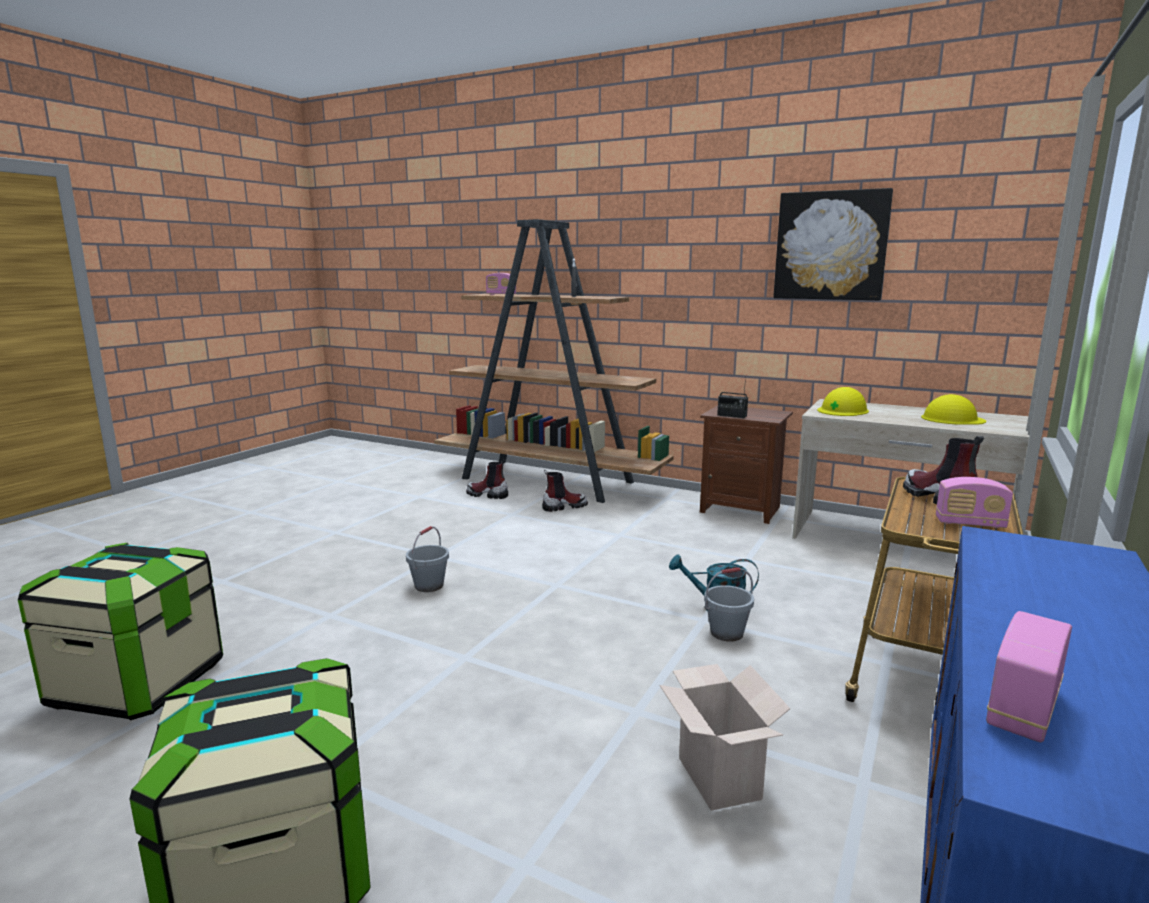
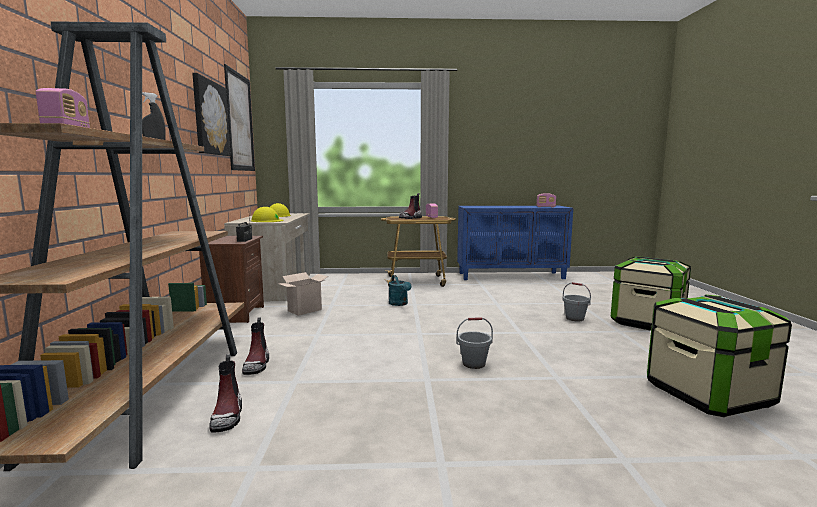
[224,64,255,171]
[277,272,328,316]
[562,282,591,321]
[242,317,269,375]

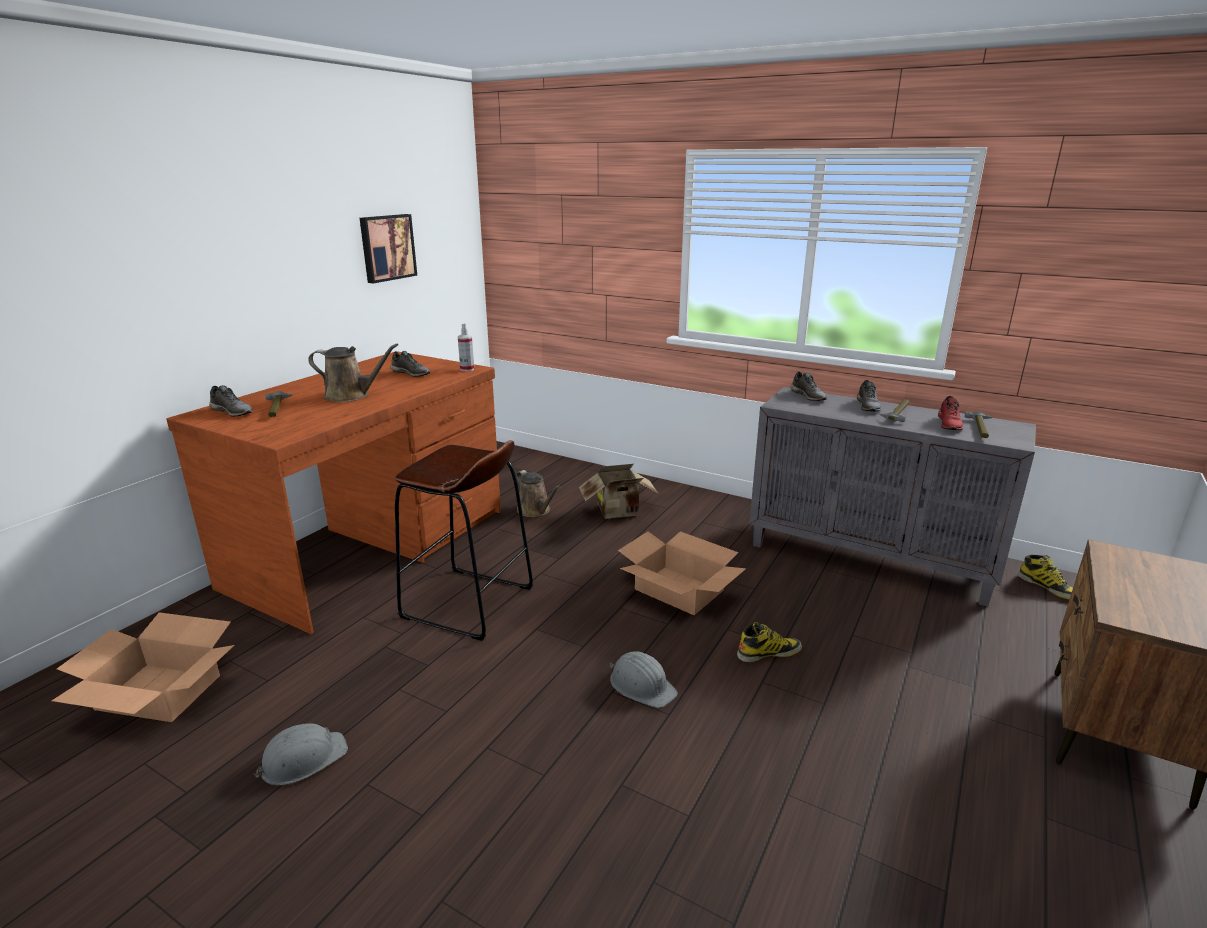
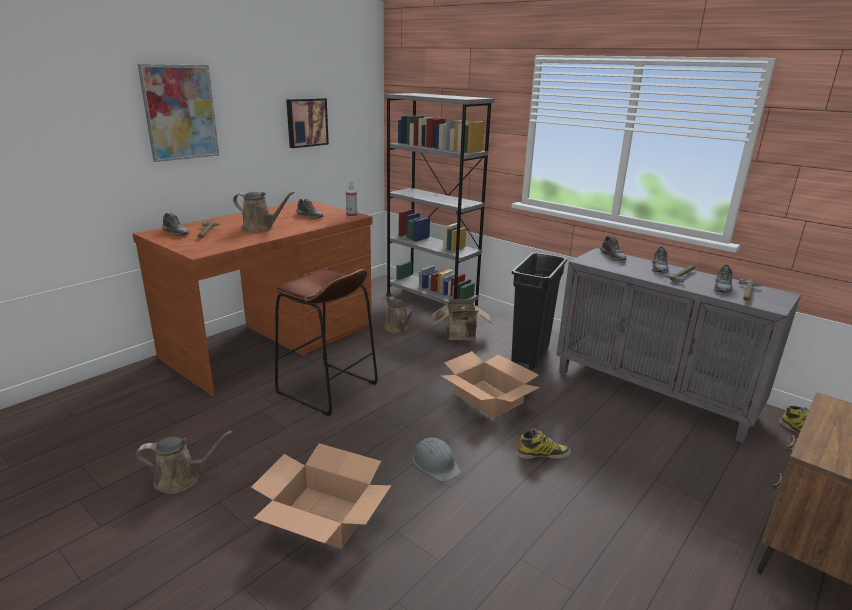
[138,64,219,162]
[384,93,495,309]
[511,252,567,369]
[251,443,392,549]
[136,431,233,494]
[714,265,733,293]

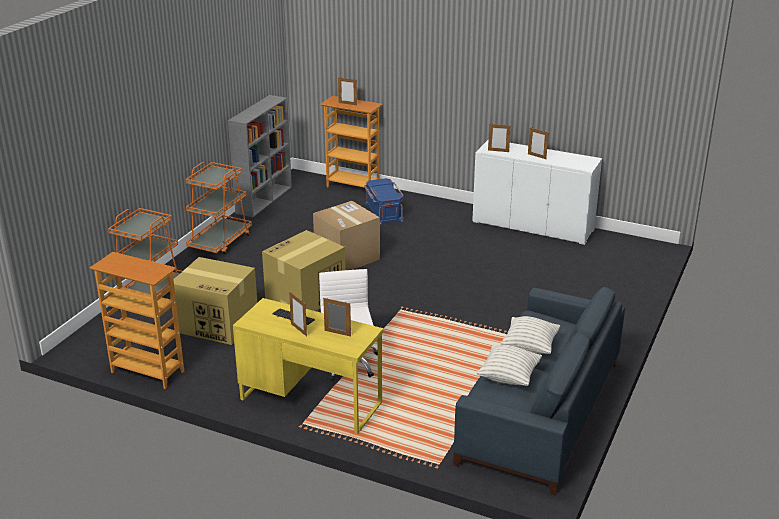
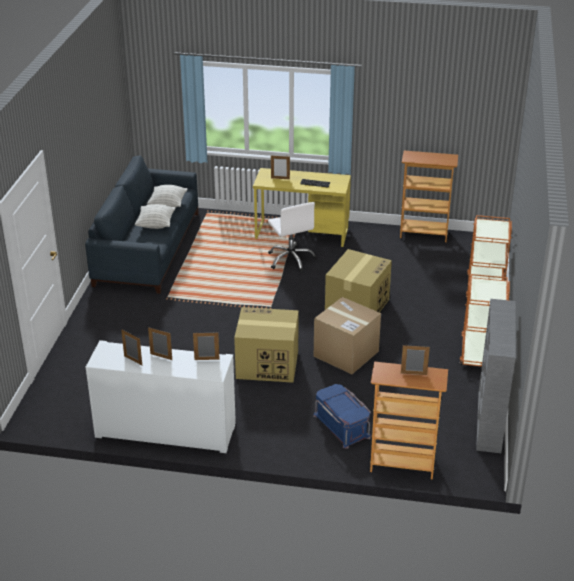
[234,307,299,383]
[121,329,142,365]

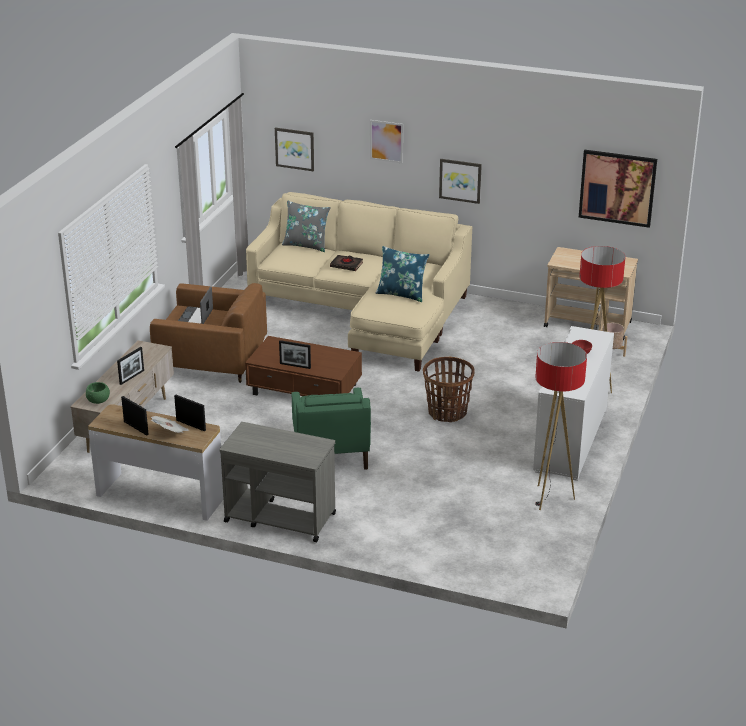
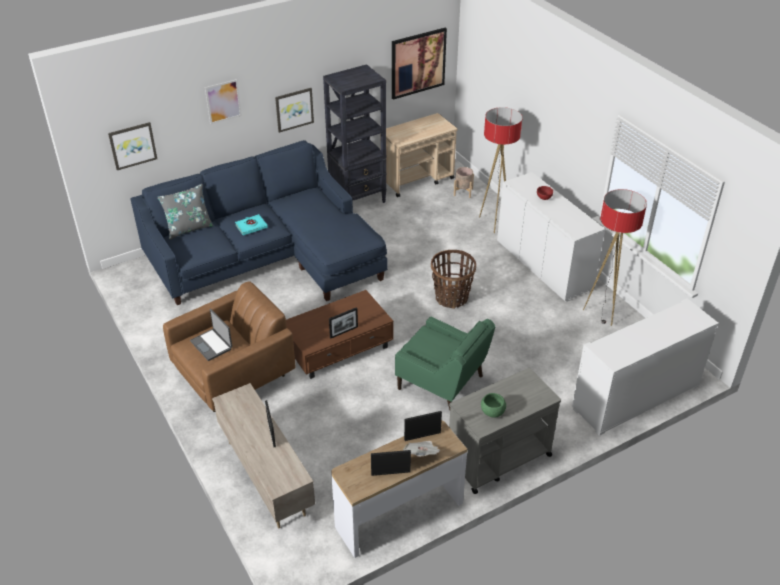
[376,246,429,302] (first image)
[323,64,387,203]
[572,299,719,436]
[481,393,506,418]
[130,140,388,305]
[235,214,268,235]

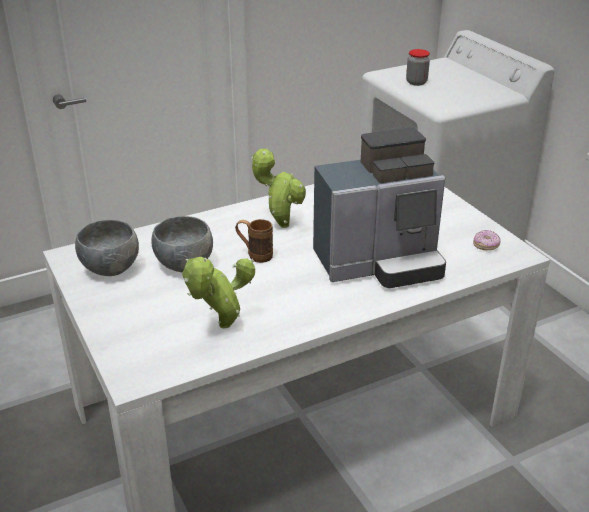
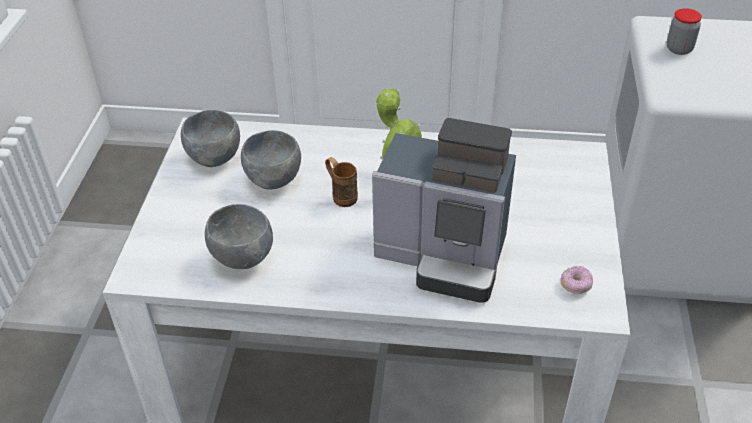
[205,204,273,269]

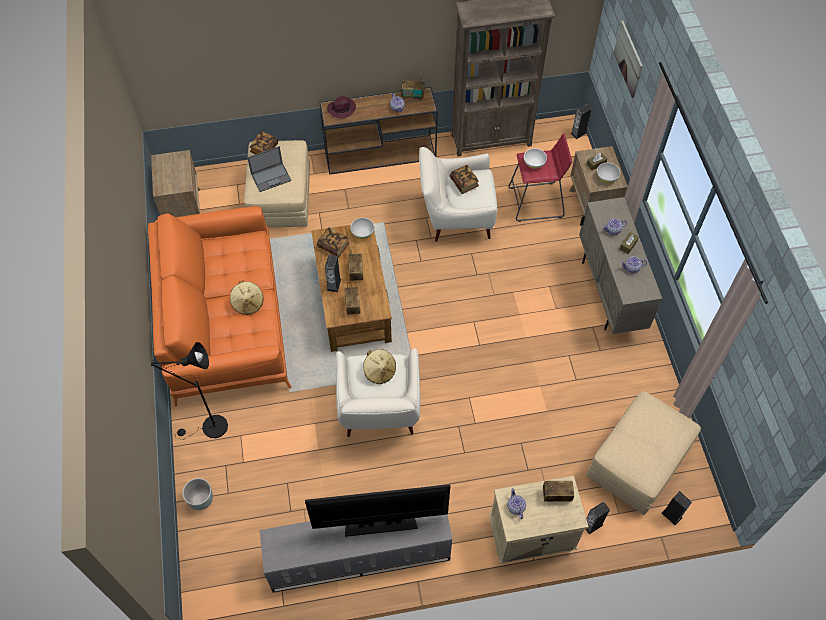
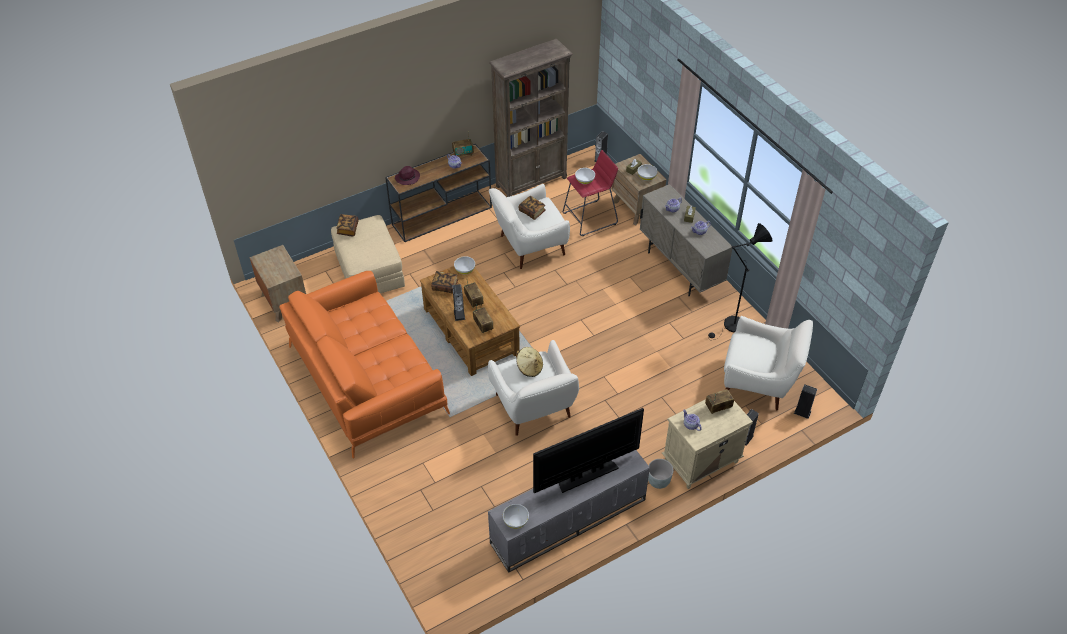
[230,280,264,315] (first image)
[247,146,292,192] (first image)
[614,21,643,98] (first image)
[503,504,529,529]
[708,223,772,338]
[648,459,674,489]
[724,316,813,410]

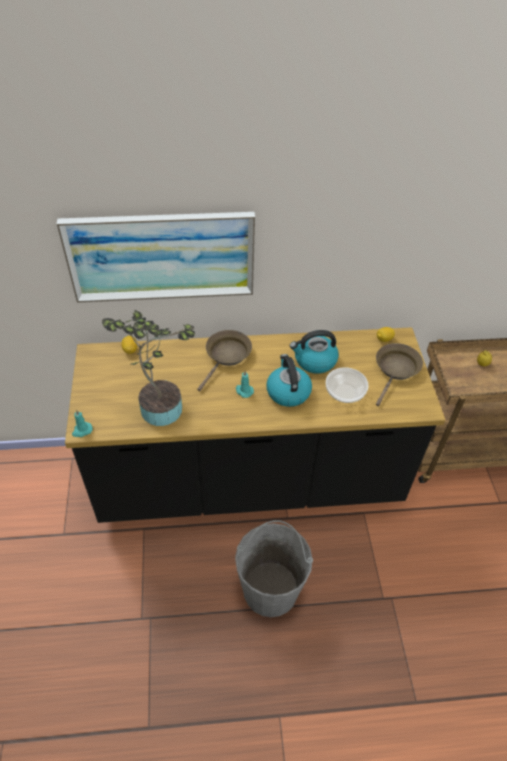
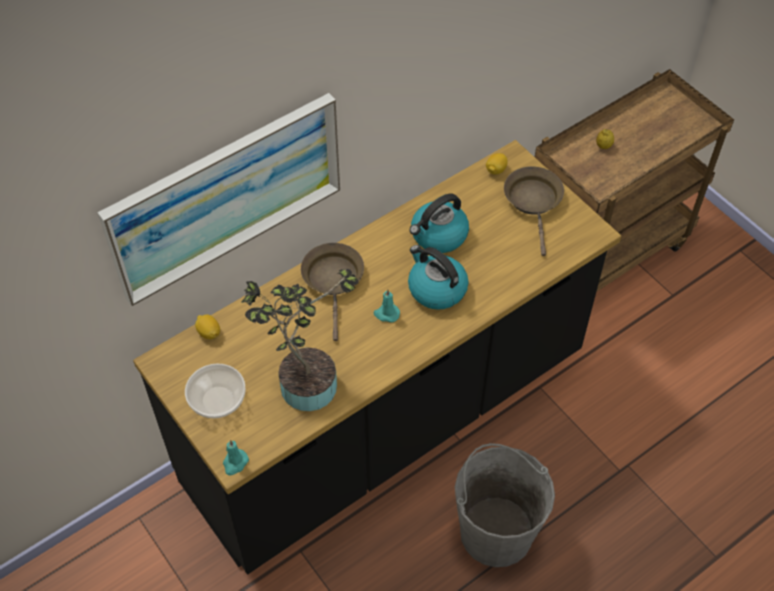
[185,364,246,418]

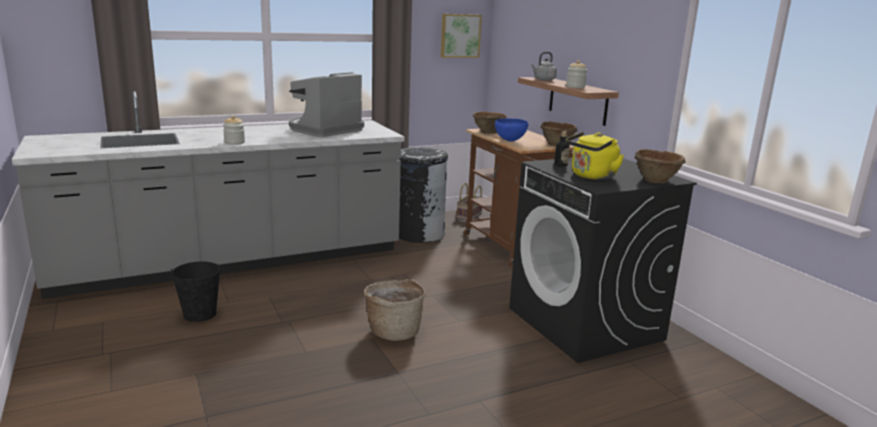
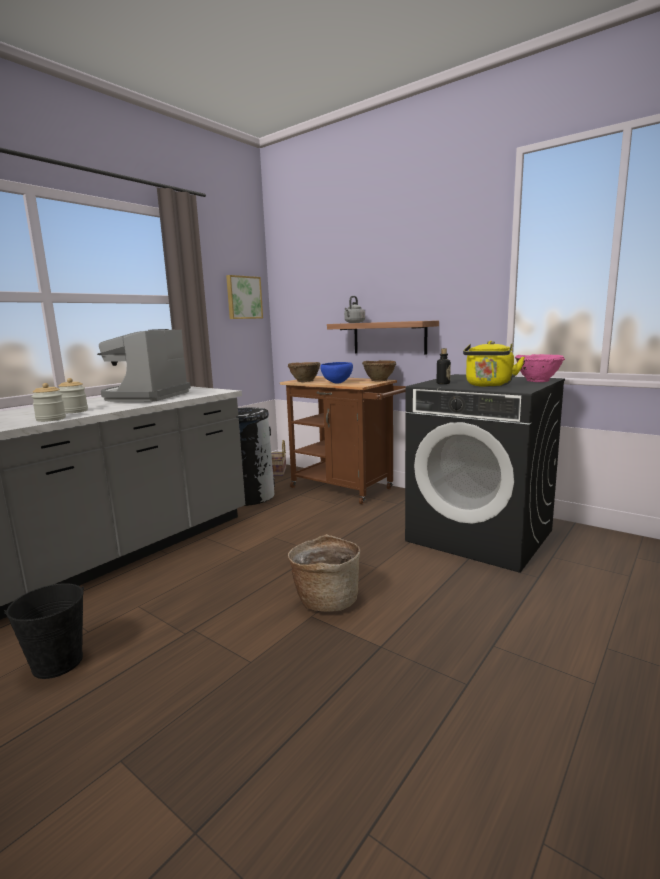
[58,378,88,413]
[515,354,565,382]

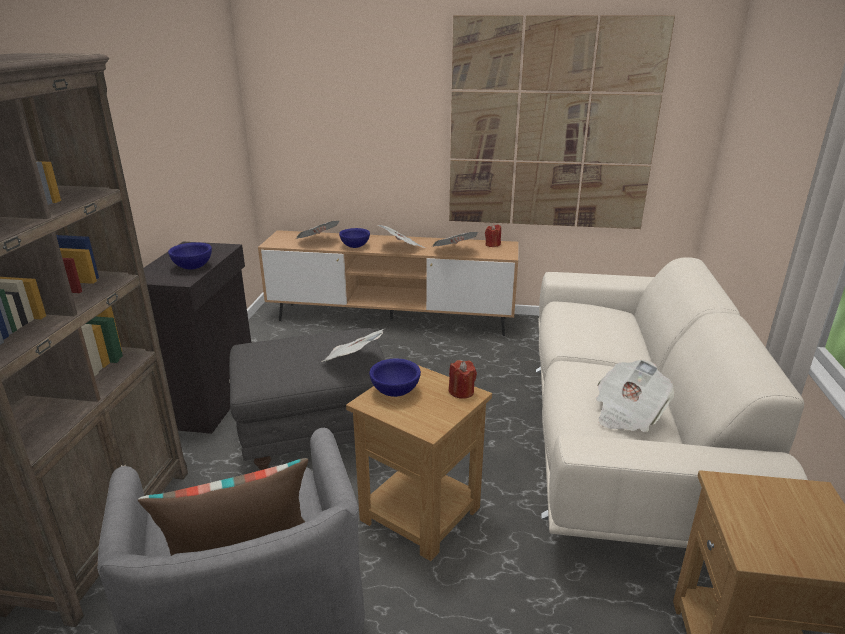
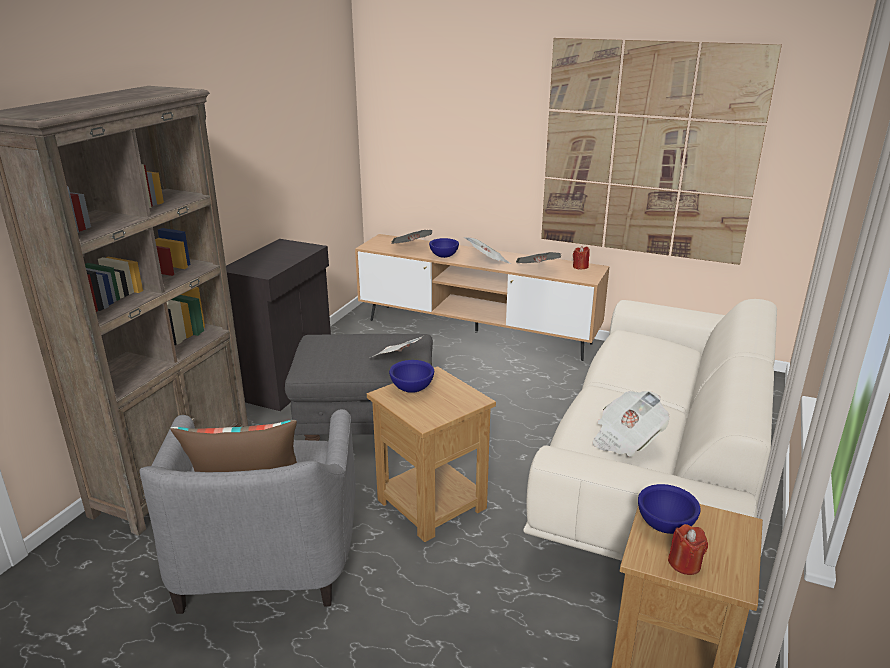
[638,484,701,534]
[668,524,708,575]

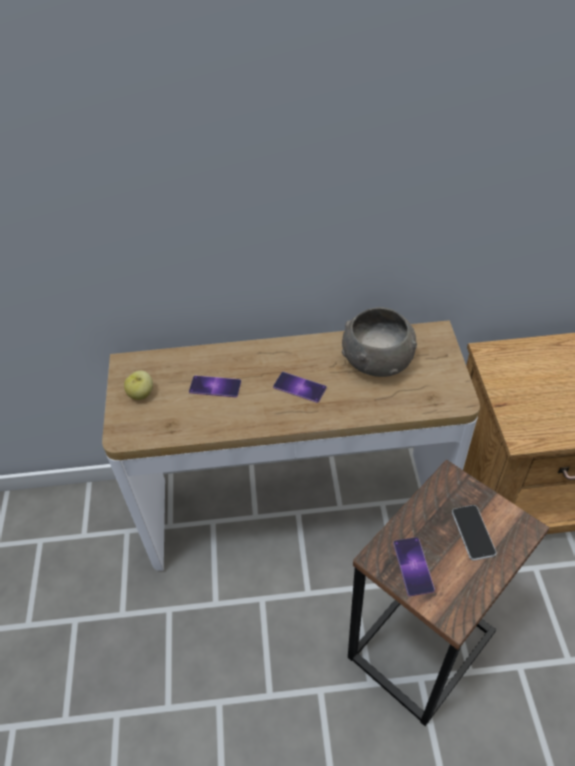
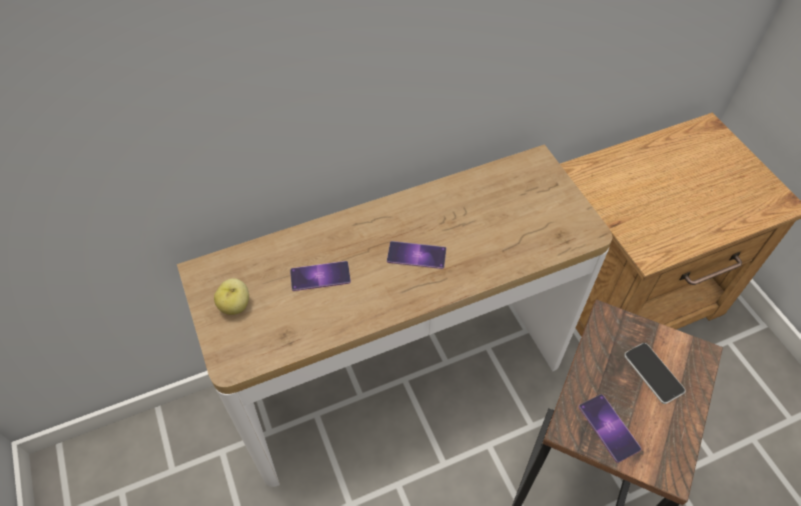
[342,307,417,377] (first image)

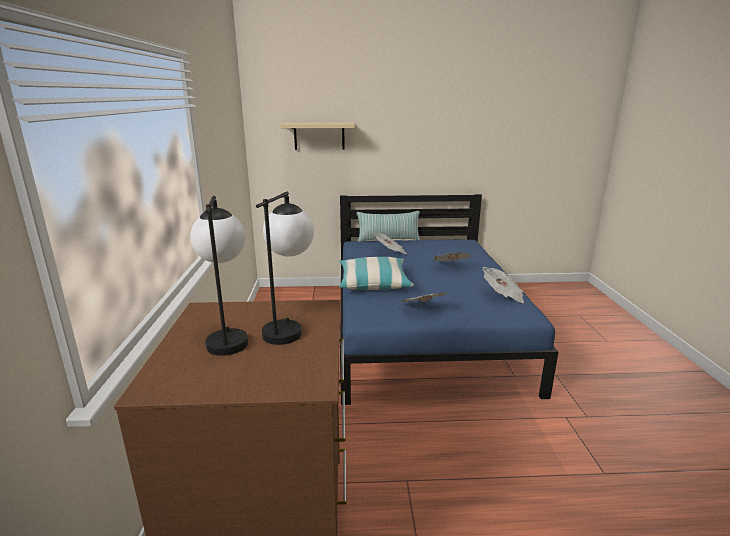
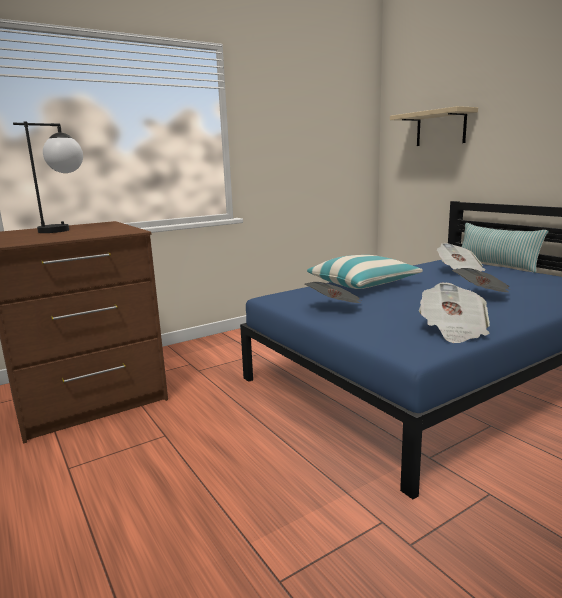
[256,192,314,345] (first image)

